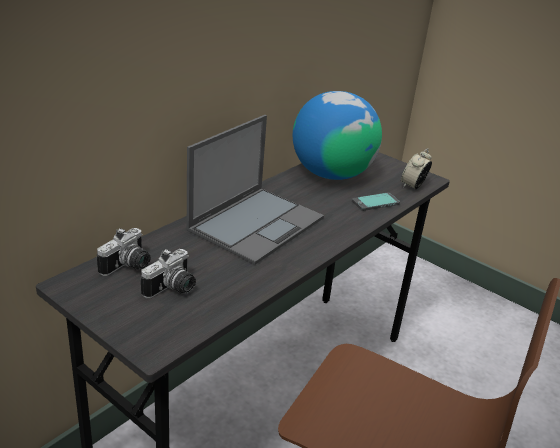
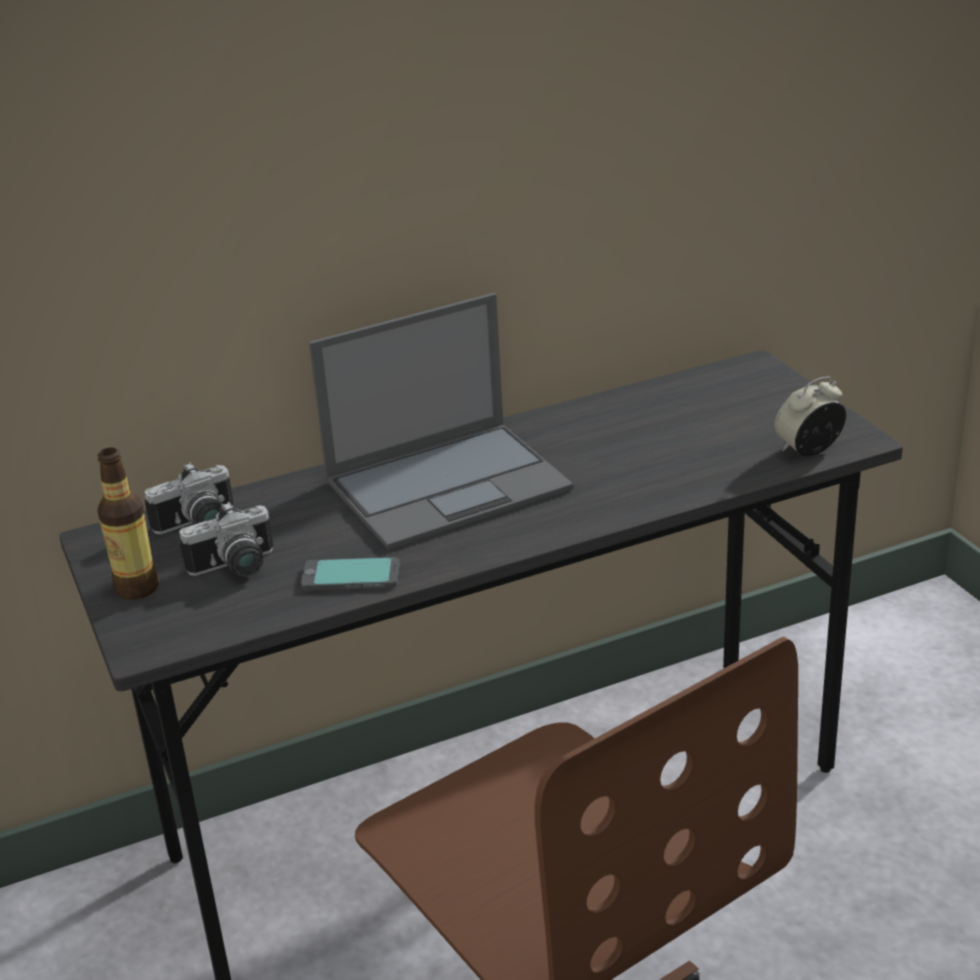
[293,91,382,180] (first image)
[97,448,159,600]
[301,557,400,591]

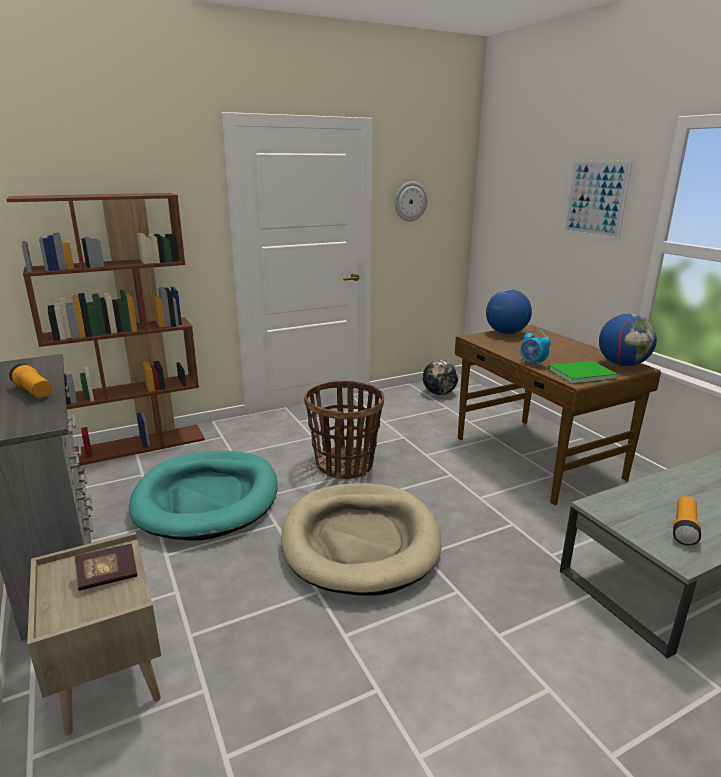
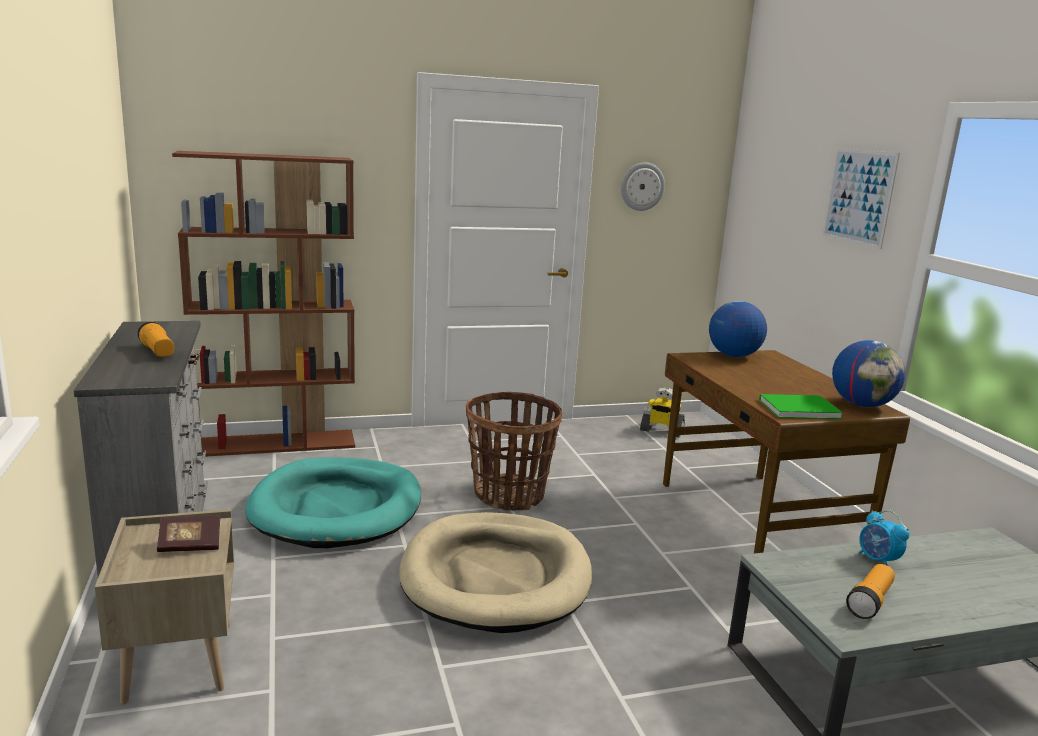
[859,510,910,566]
[640,387,685,438]

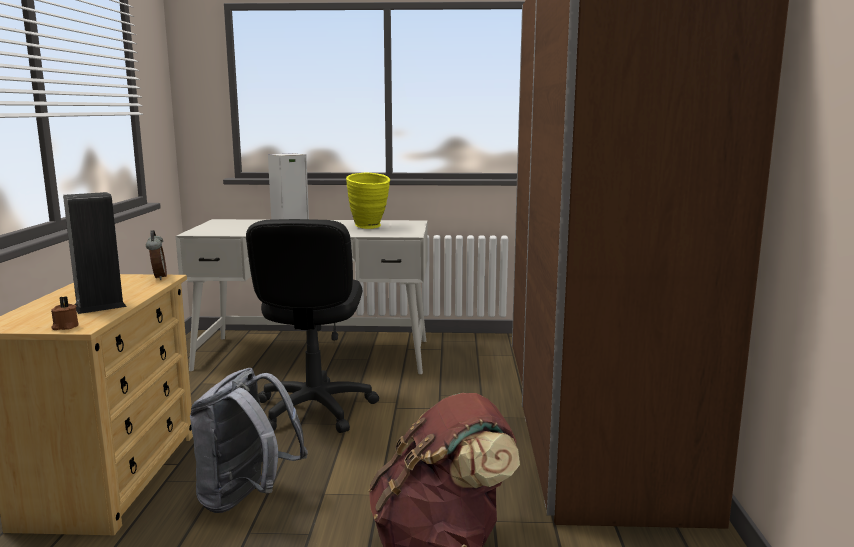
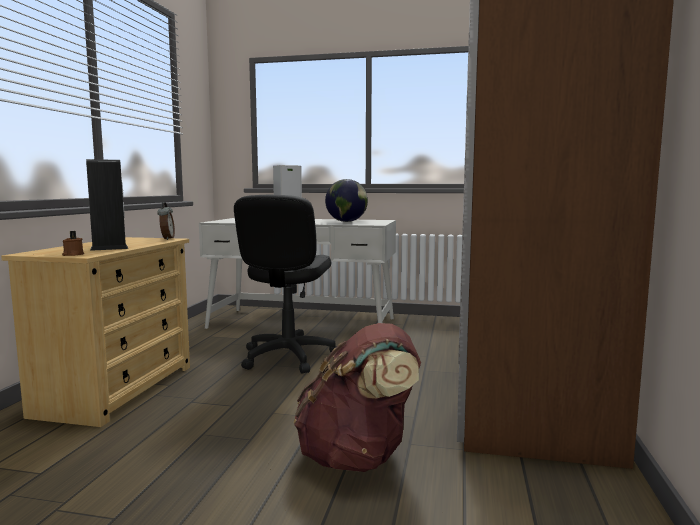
[190,368,308,513] (first image)
[325,179,368,222]

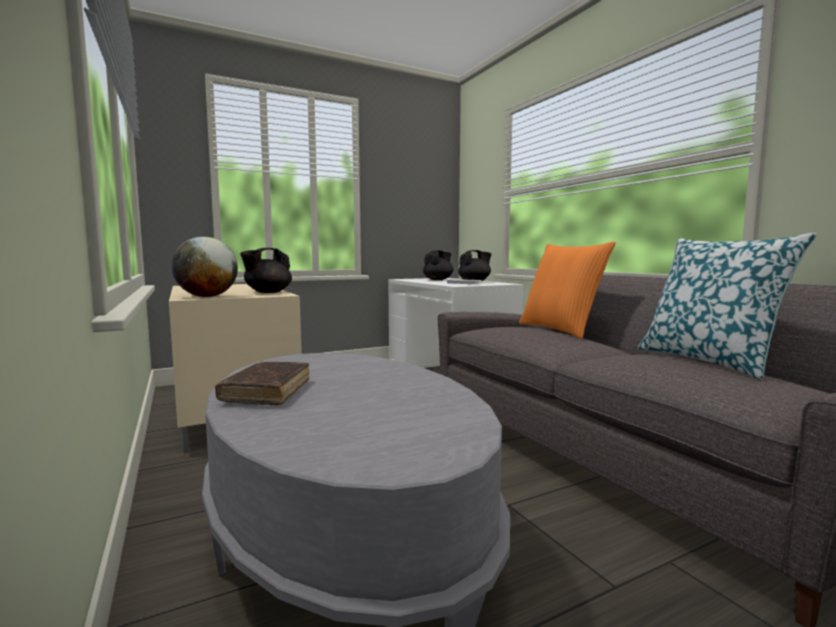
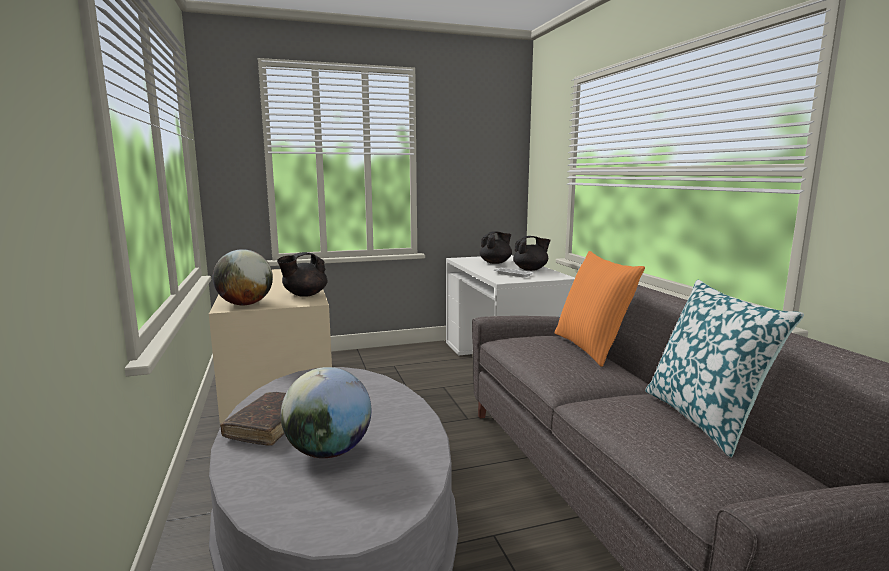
[281,367,371,458]

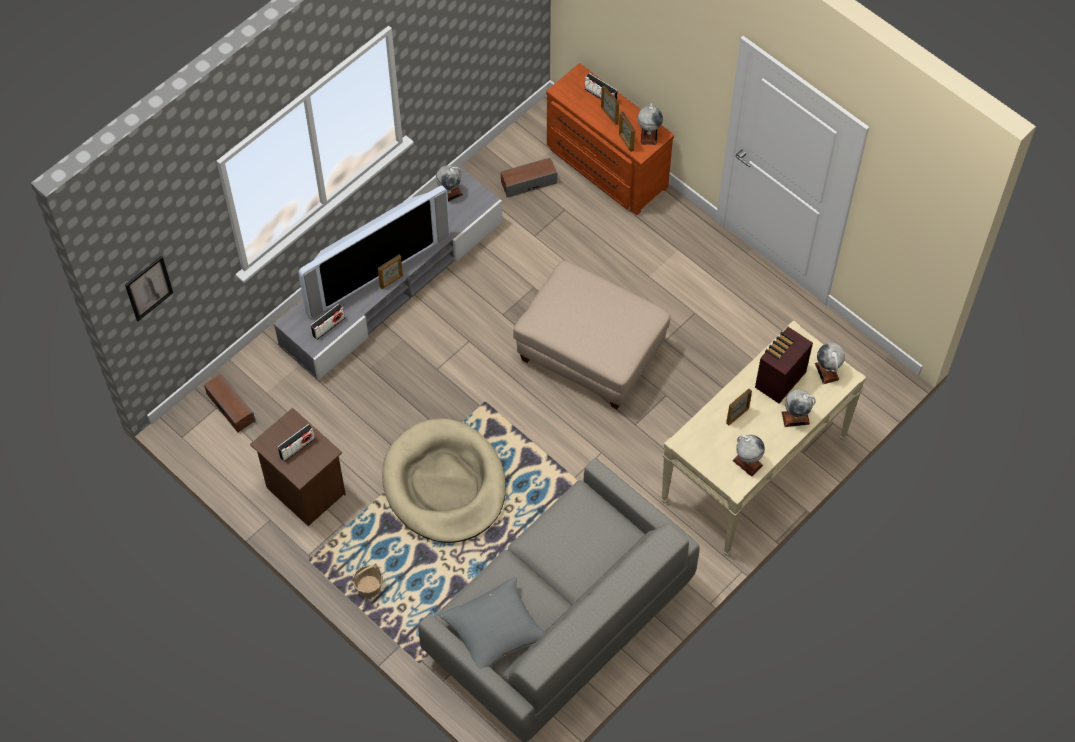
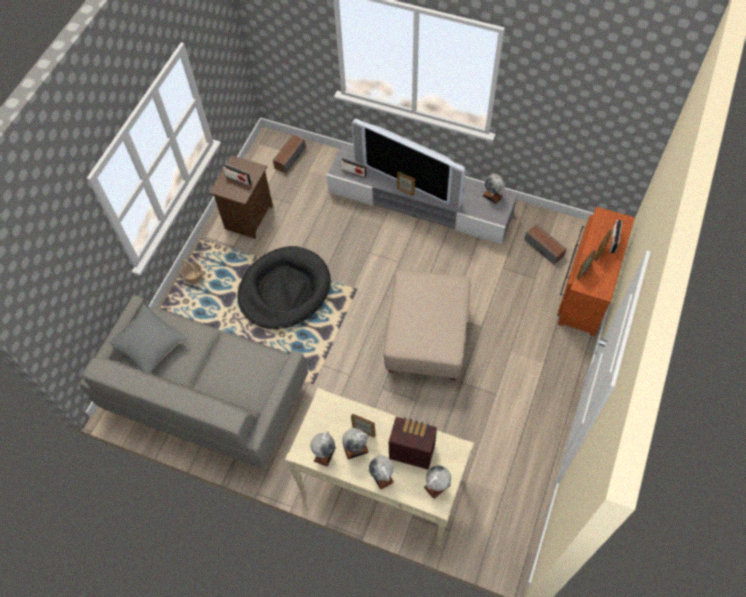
[125,256,173,321] (first image)
[342,428,369,460]
[238,246,330,329]

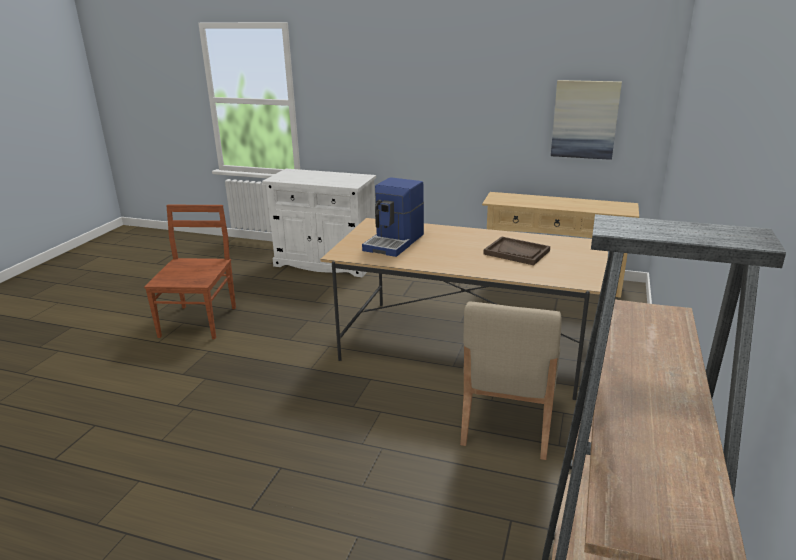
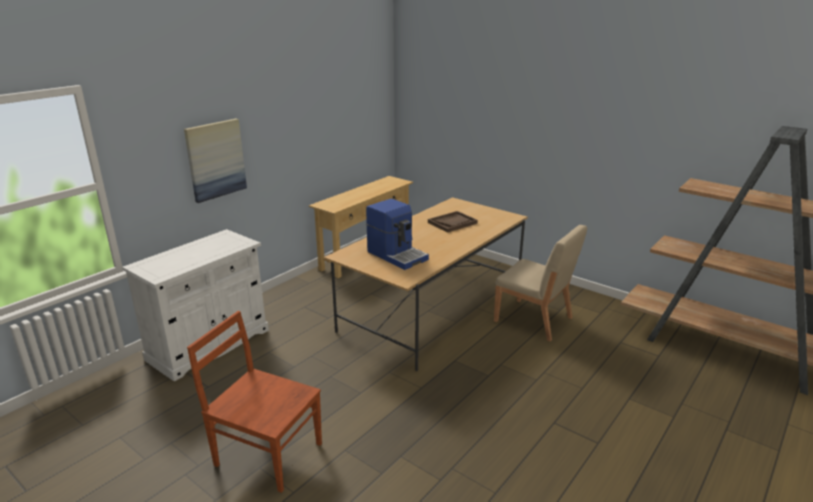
[184,119,247,203]

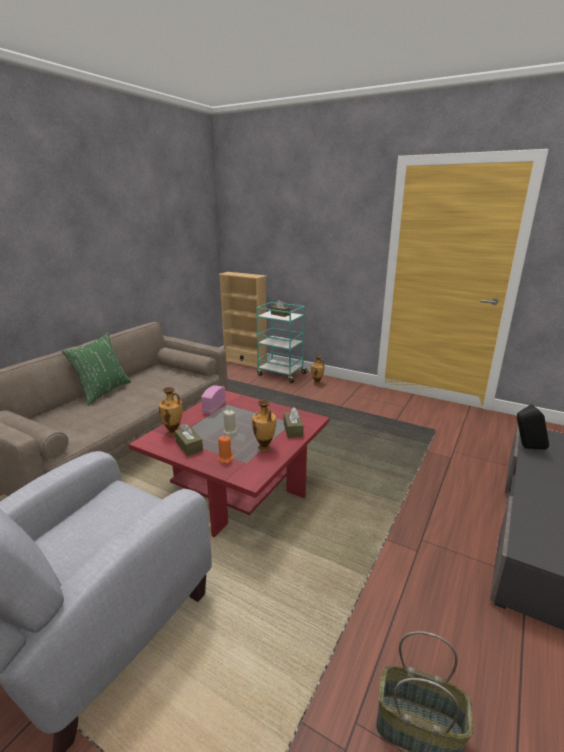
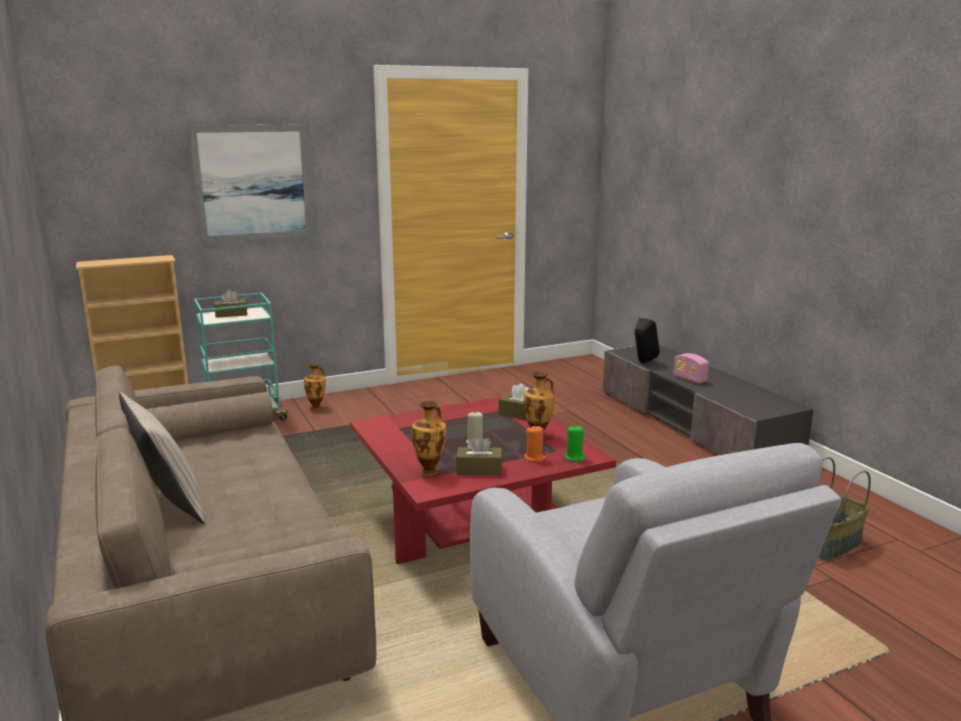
[188,124,313,243]
[565,426,585,462]
[673,353,709,383]
[119,392,205,524]

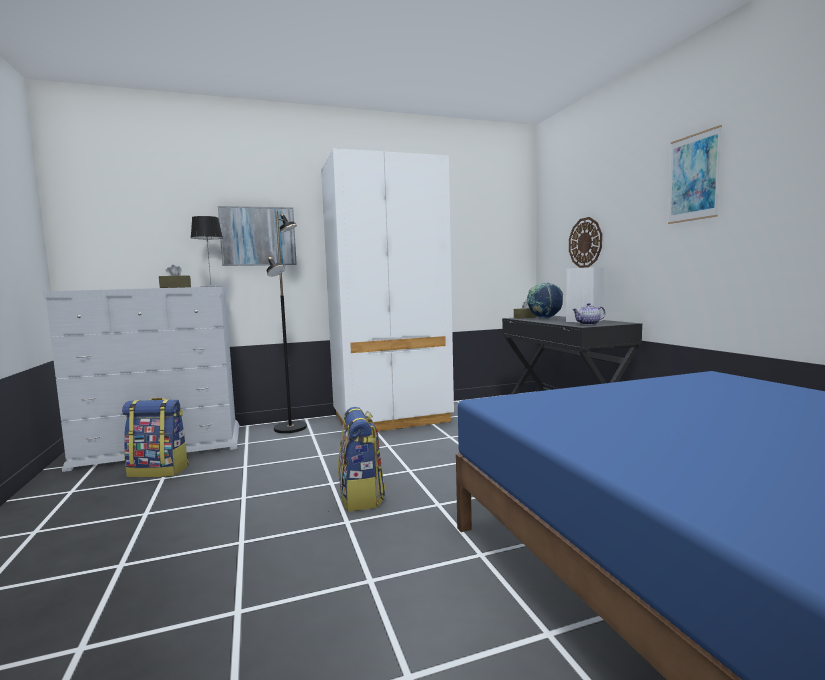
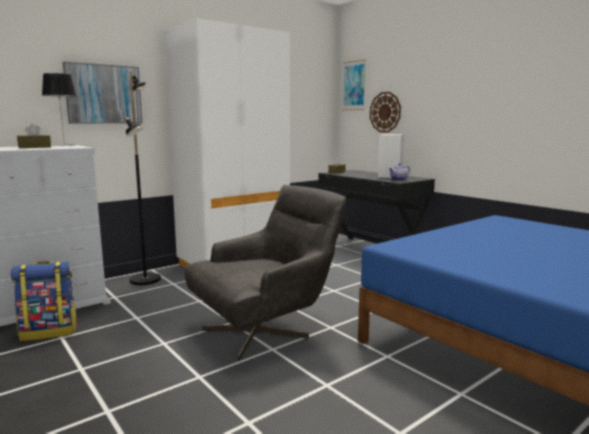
[527,282,563,319] (first image)
[342,59,367,110]
[184,185,346,360]

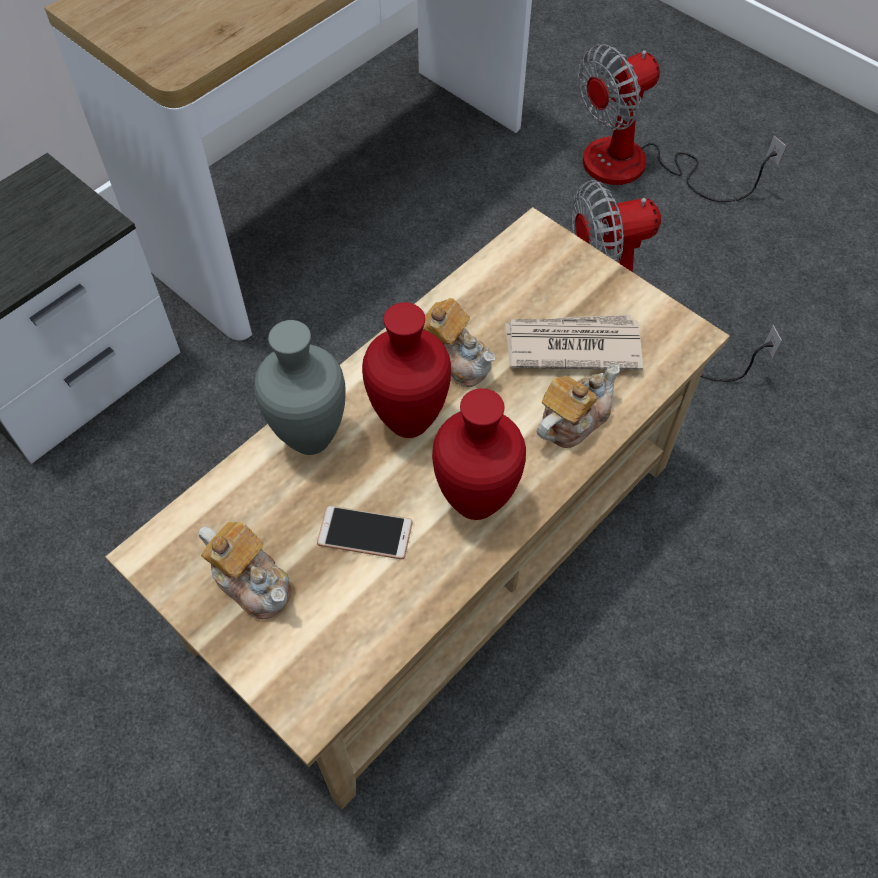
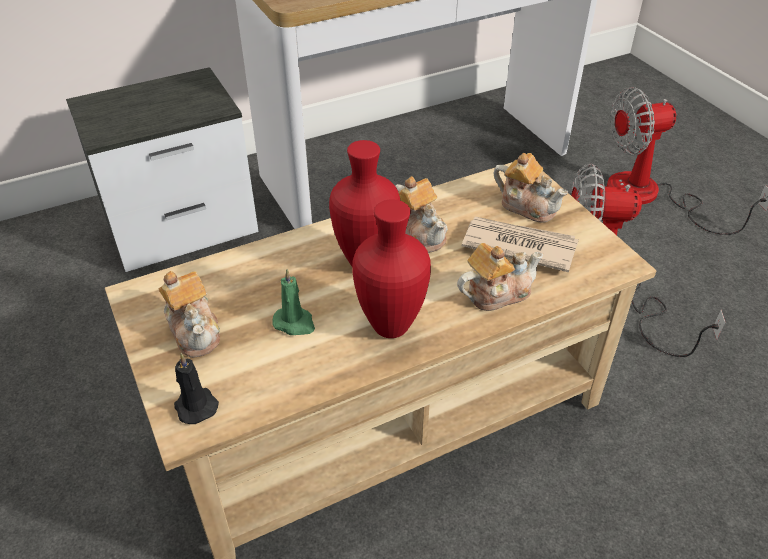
[254,320,346,455] (first image)
[174,353,219,424]
[494,153,568,223]
[272,269,315,335]

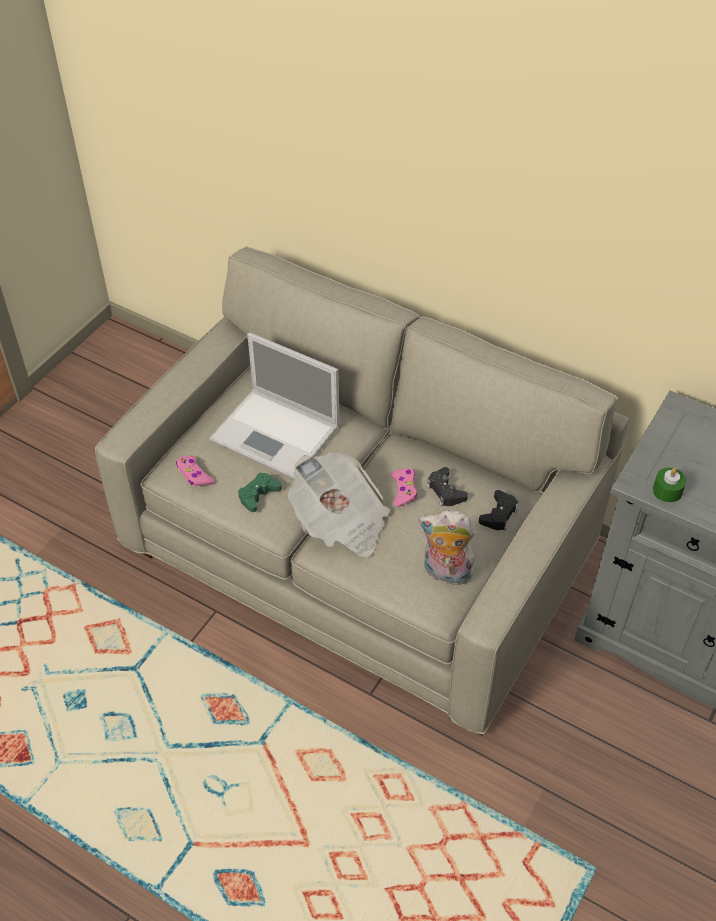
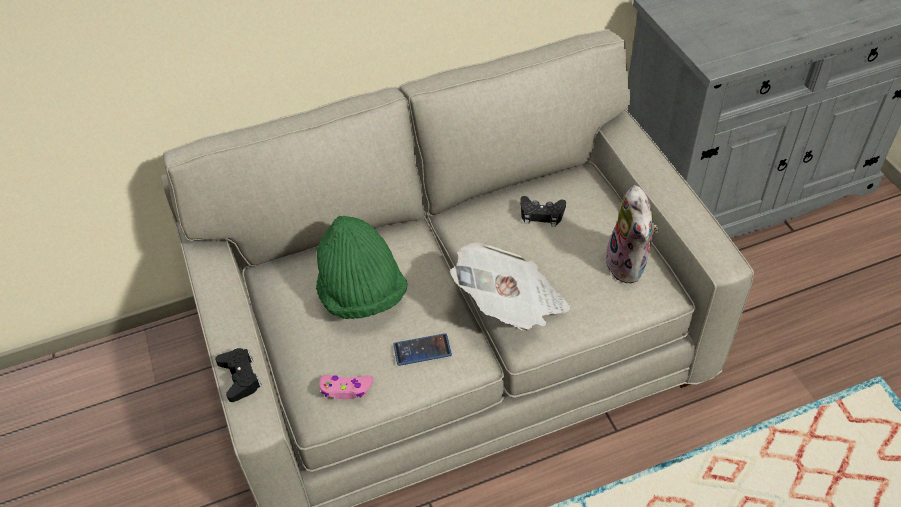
[391,469,417,507] (first image)
[653,468,686,503] (first image)
[215,348,262,402]
[316,216,408,319]
[393,333,452,366]
[603,185,659,283]

